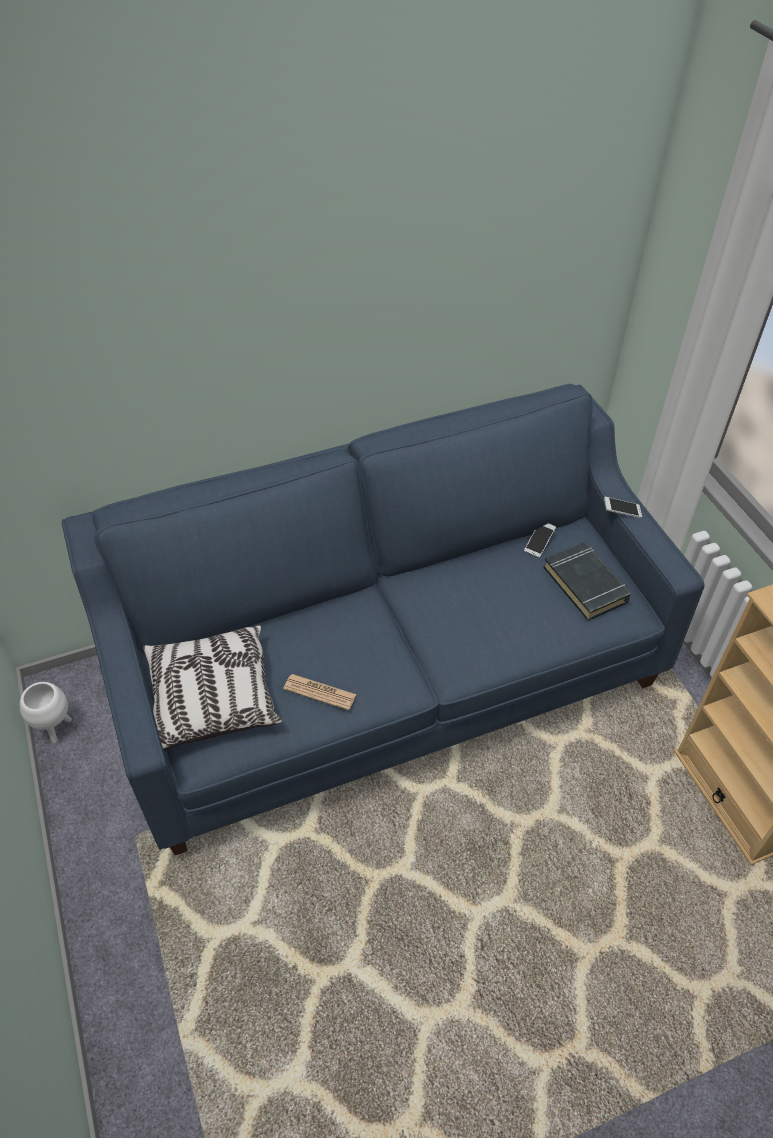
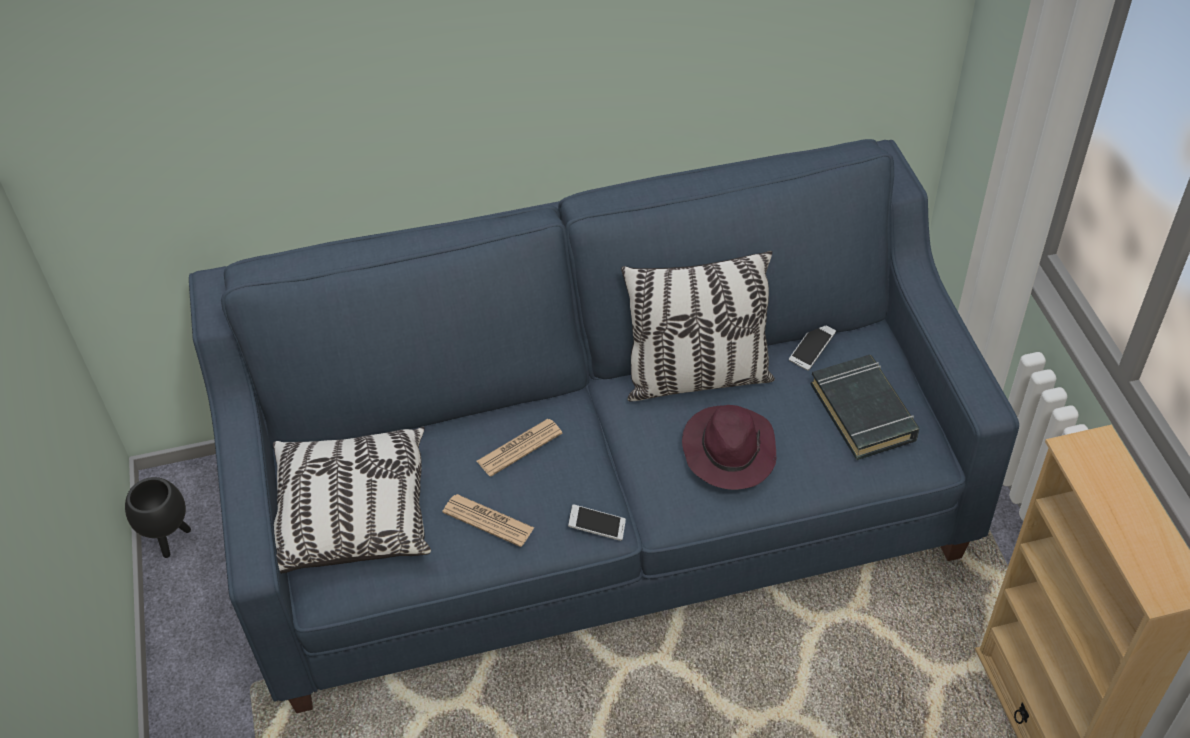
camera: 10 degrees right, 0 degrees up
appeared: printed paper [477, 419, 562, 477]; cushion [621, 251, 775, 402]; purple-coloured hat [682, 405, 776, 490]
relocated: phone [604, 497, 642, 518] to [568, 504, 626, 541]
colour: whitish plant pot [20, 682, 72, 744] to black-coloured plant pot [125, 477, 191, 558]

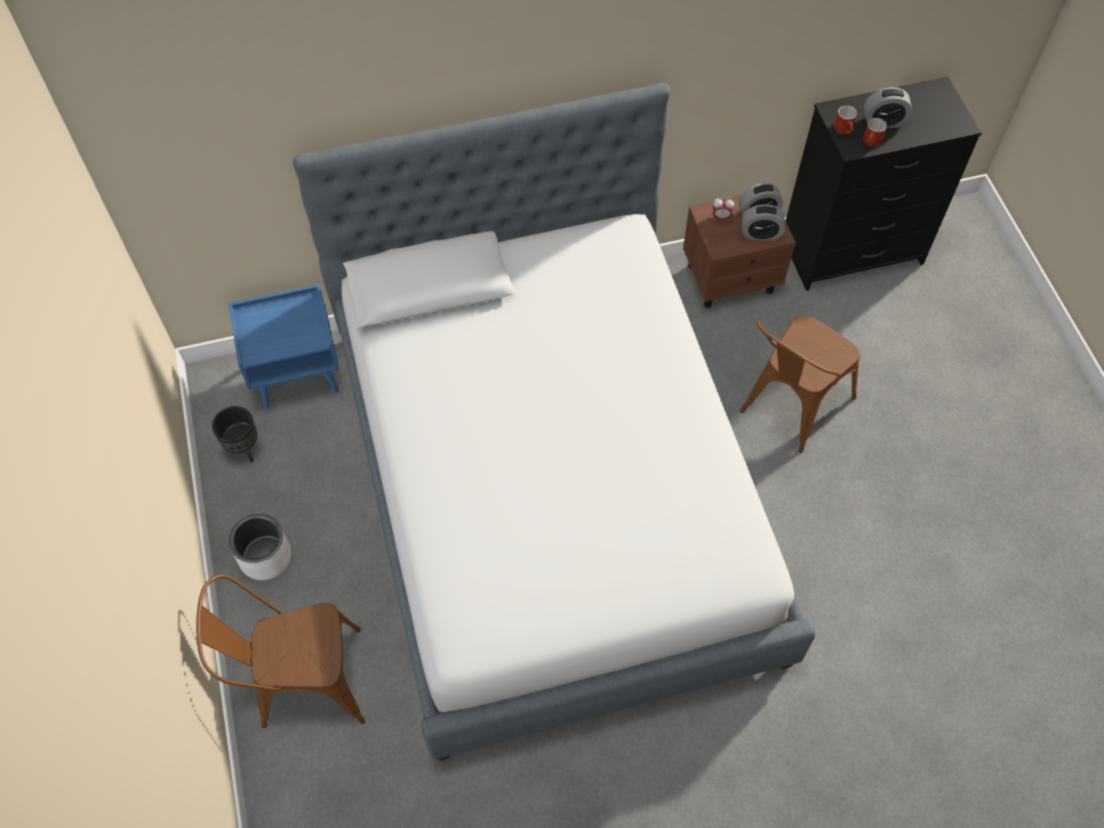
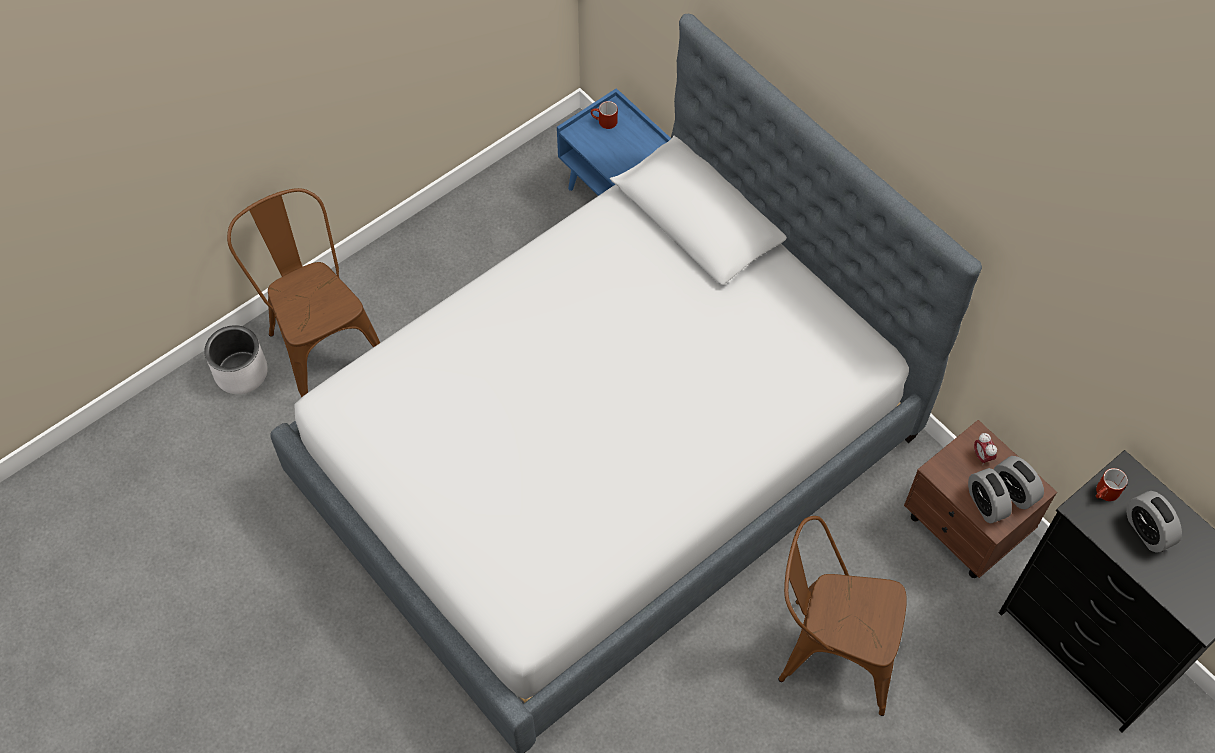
camera: 65 degrees right, 0 degrees up
missing: black-coloured plant pot [212, 406, 258, 463]
relocated: whitish plant pot [229, 514, 291, 580] to [204, 325, 268, 394]; red-coloured tea mug [863, 118, 887, 147] to [591, 101, 618, 129]

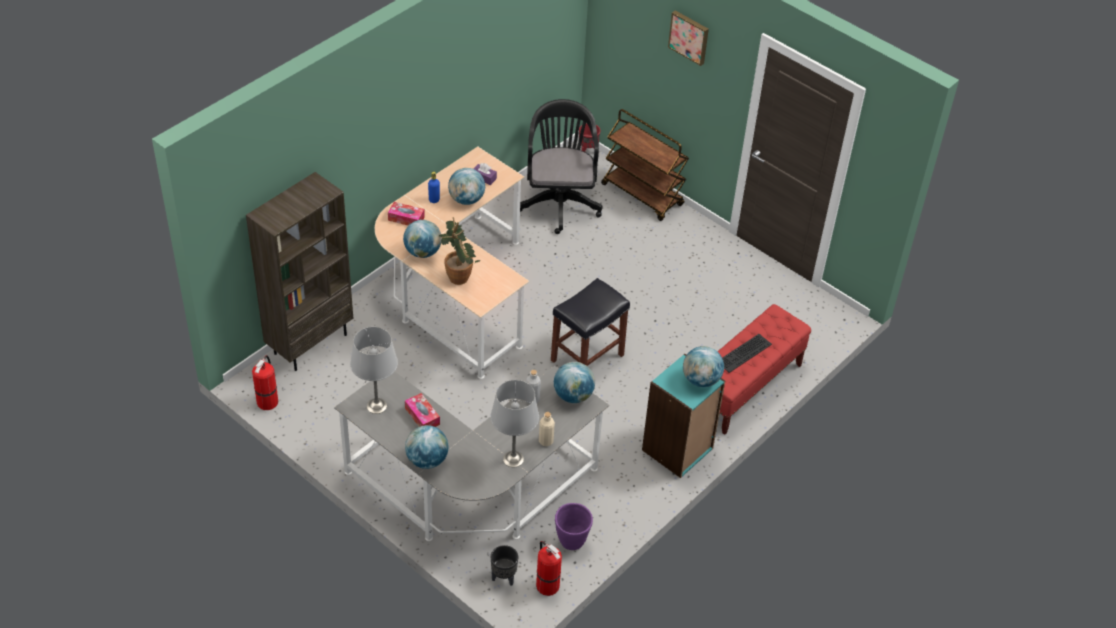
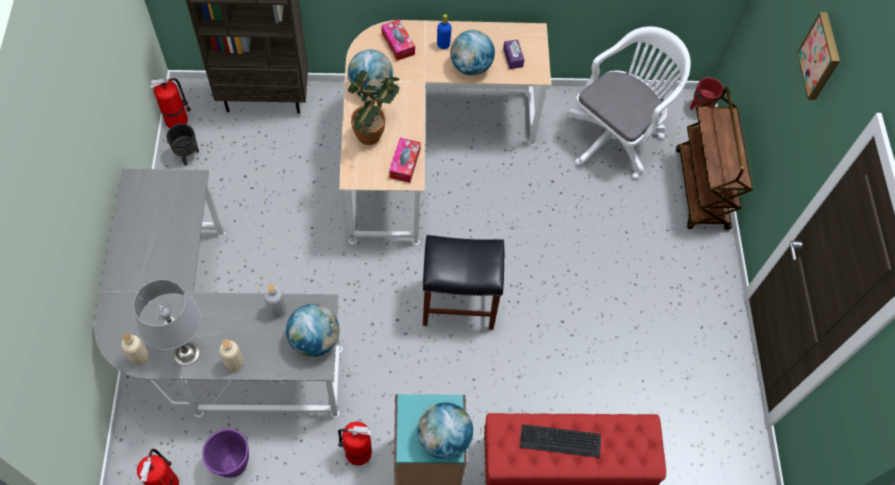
camera: 45 degrees right, 15 degrees up
missing: greyish lamp for a table [350, 327, 398, 414]; world globe [405, 425, 449, 469]
appeared: sand-coloured drink bottle [121, 333, 149, 366]; fire extinguisher [338, 421, 372, 466]
relocated: black-coloured plant pot [491, 545, 518, 586] to [166, 124, 199, 165]; tissue holder [405, 393, 440, 427] to [389, 138, 421, 183]
colour: black-coloured computer chair [520, 99, 603, 234] to whitish computer chair [568, 26, 691, 179]

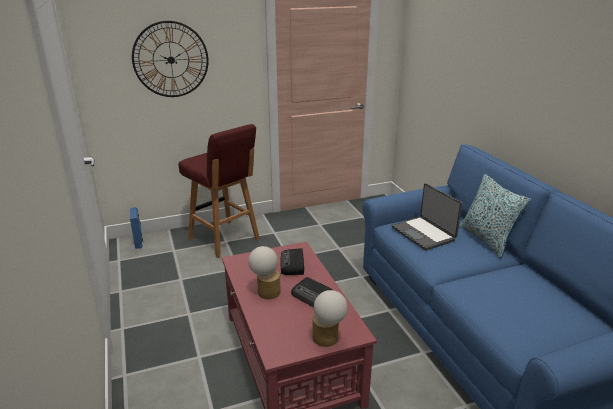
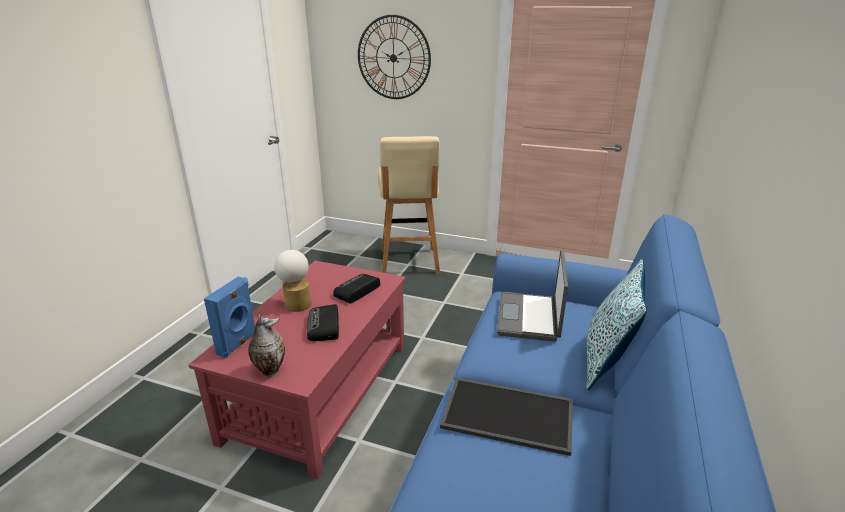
camera: 40 degrees right, 0 degrees up
appeared: carrying tray [440, 377, 573, 456]
relocated: blue-coloured loudspeaker [130, 207, 143, 249] to [204, 277, 255, 359]
exchanged: lamp for a table [312, 290, 348, 347] to vase [248, 310, 285, 376]
colour: red-coloured stool [178, 124, 260, 258] to sand-coloured stool [378, 136, 440, 274]

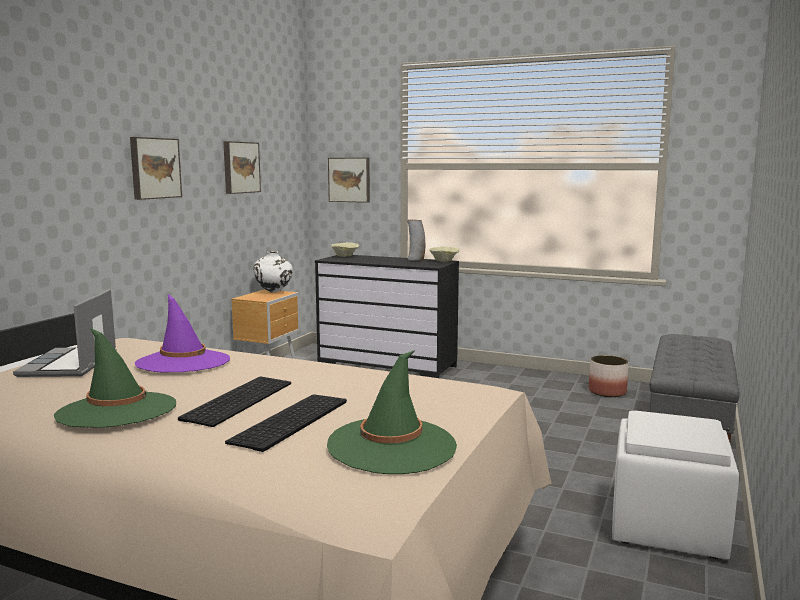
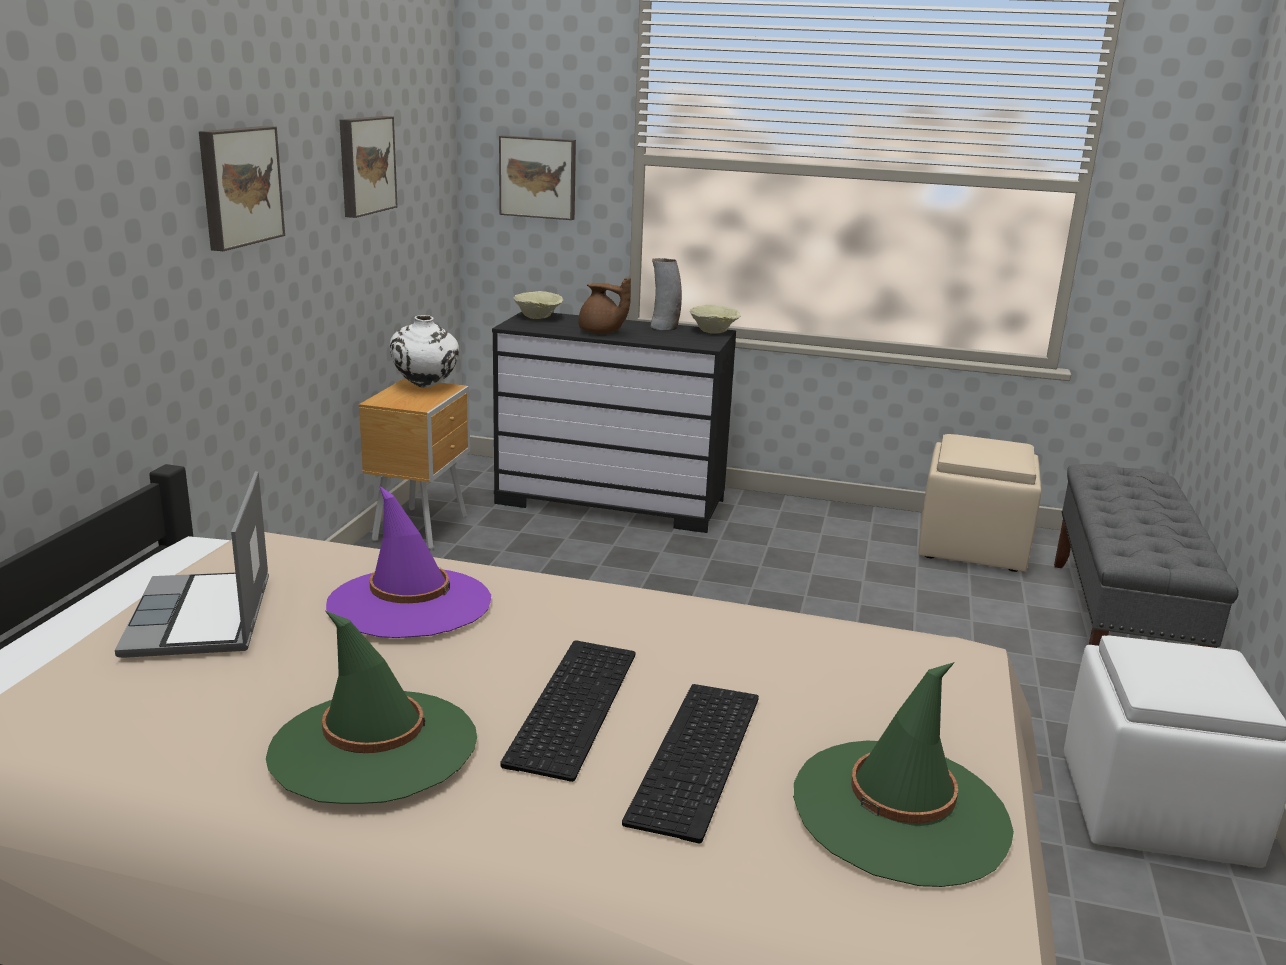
camera: 10 degrees left, 10 degrees up
appeared: brown-coloured pot for tea [578, 278, 631, 334]
exchanged: plant pot [589, 355, 629, 397] to sand-coloured ottoman [919, 434, 1041, 572]

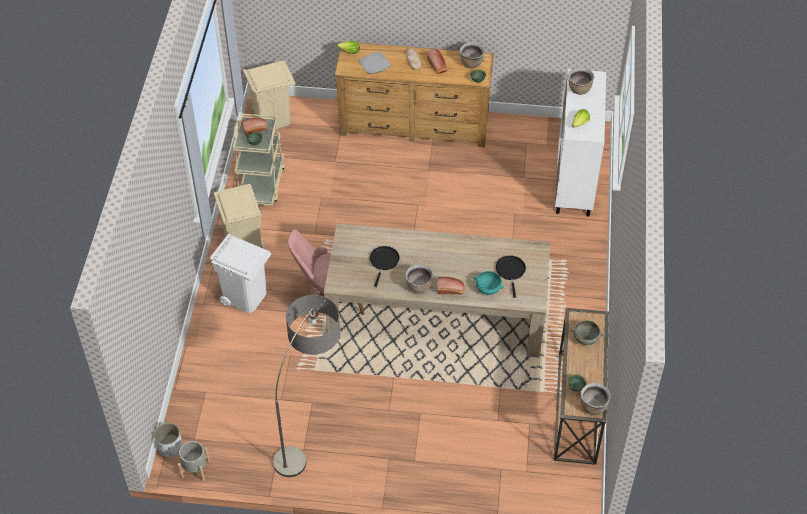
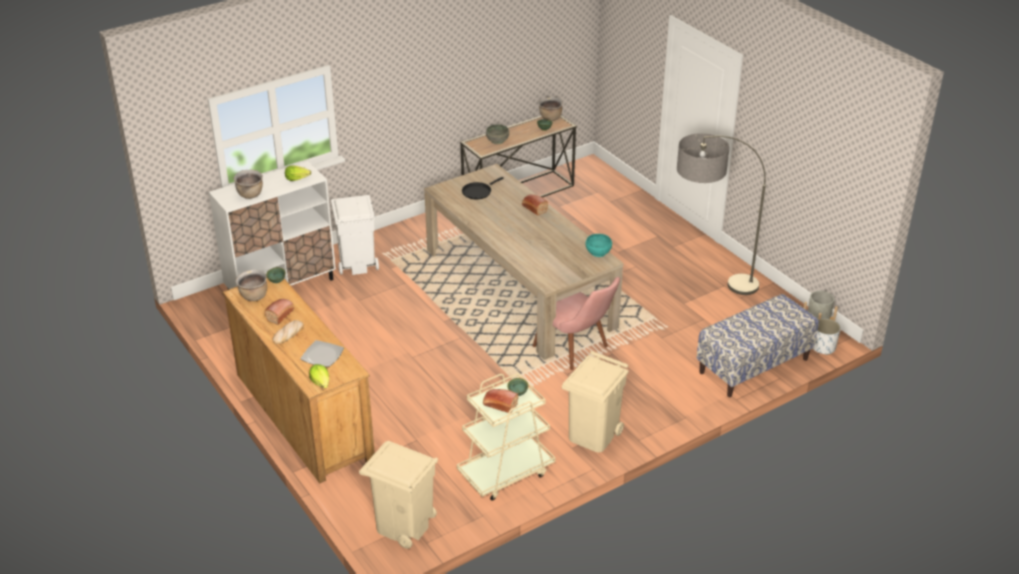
camera: 130 degrees left, 15 degrees down
missing: black-coloured frying pan [370, 246, 399, 287]; brown-coloured stockpot [405, 264, 433, 294]
appeared: indoor bench [697, 294, 819, 397]
relocated: whitish rubbish bin [210, 234, 271, 313] to [331, 195, 379, 275]; blue-green serving bowl [474, 271, 504, 295] to [585, 234, 612, 257]

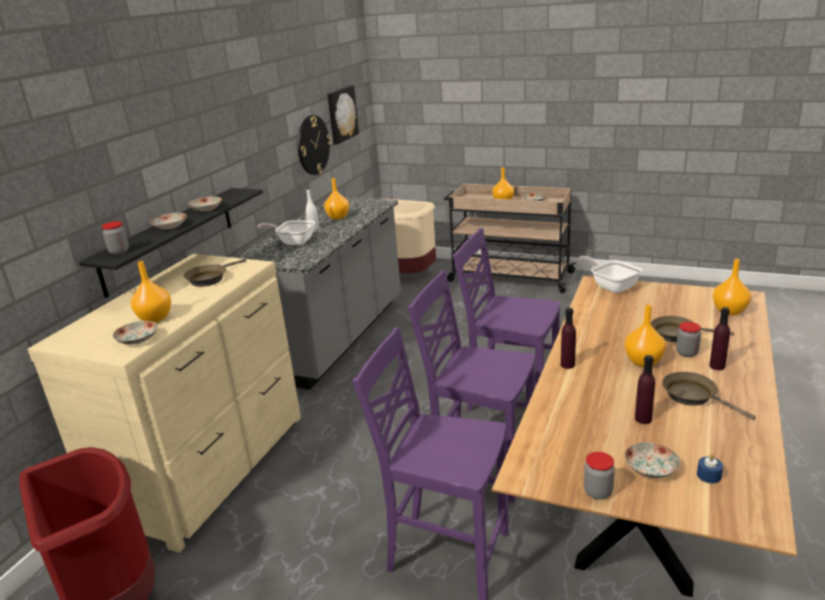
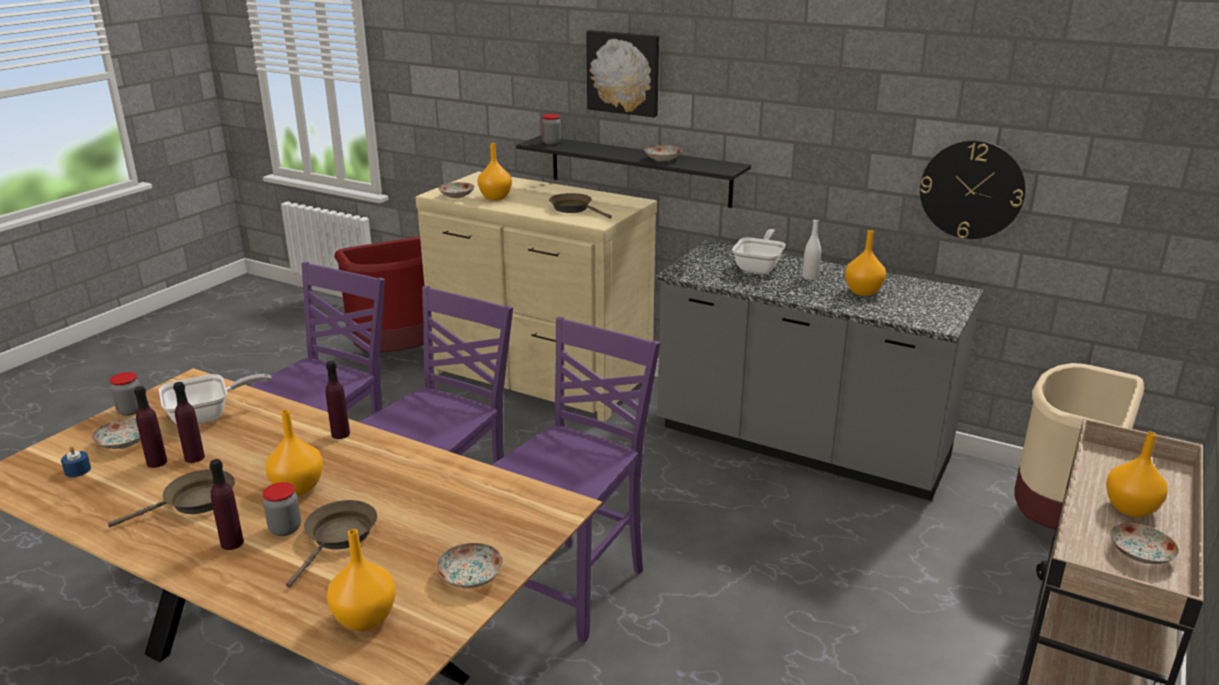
camera: 95 degrees right, 0 degrees up
appeared: purple-coloured drink bottle [134, 386, 167, 468]
relocated: frying pan [579, 256, 642, 293] to [159, 374, 271, 424]; plate [150, 213, 186, 229] to [436, 543, 503, 588]; picture [327, 85, 359, 145] to [586, 30, 659, 117]

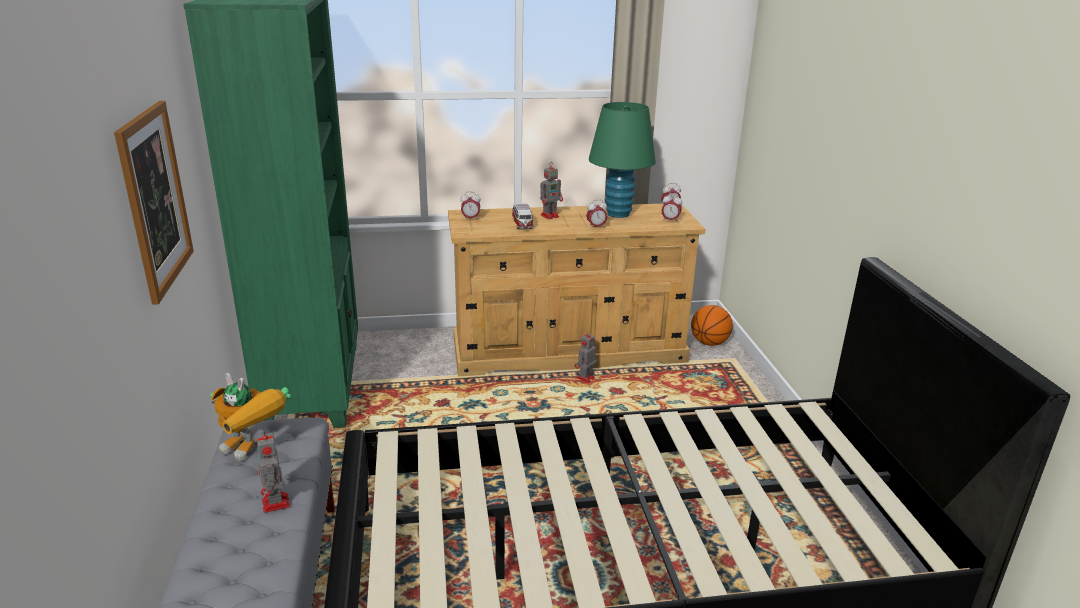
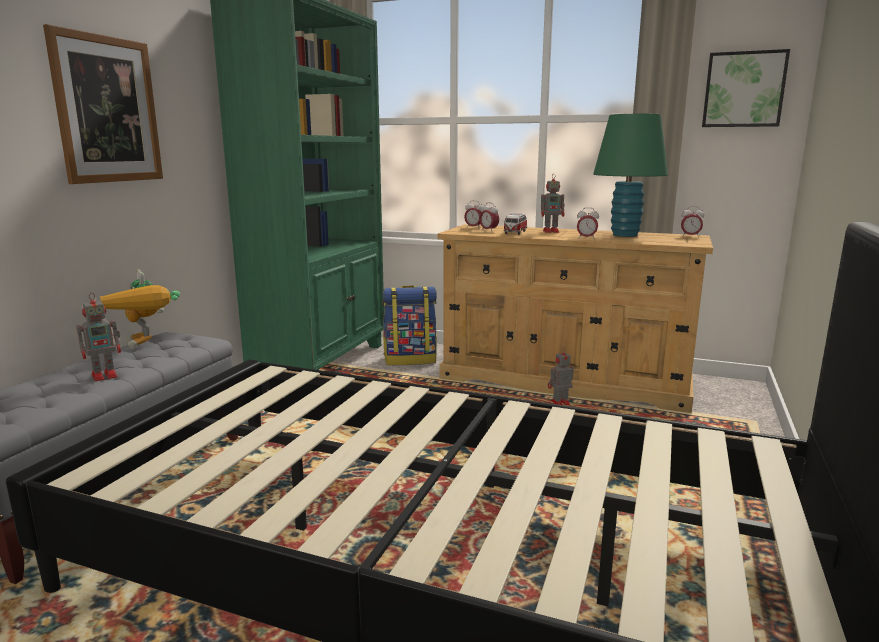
camera: 30 degrees right, 10 degrees down
missing: basketball [691, 305, 733, 346]
appeared: knapsack [382, 285, 437, 365]; picture [702, 49, 790, 127]
relocated: alarm clock [661, 194, 682, 223] to [480, 202, 499, 231]
spun: robot figure [257, 428, 290, 513] = [76, 293, 121, 381] 135 degrees counterclockwise

